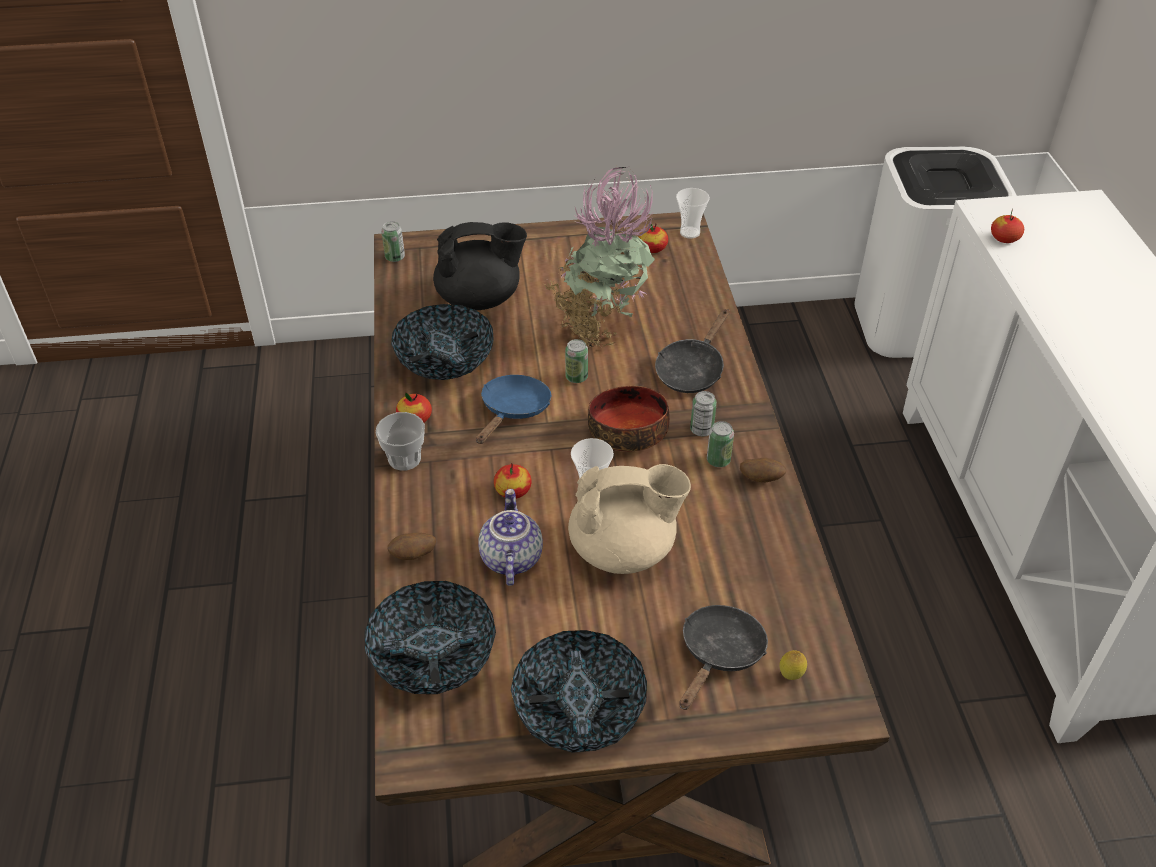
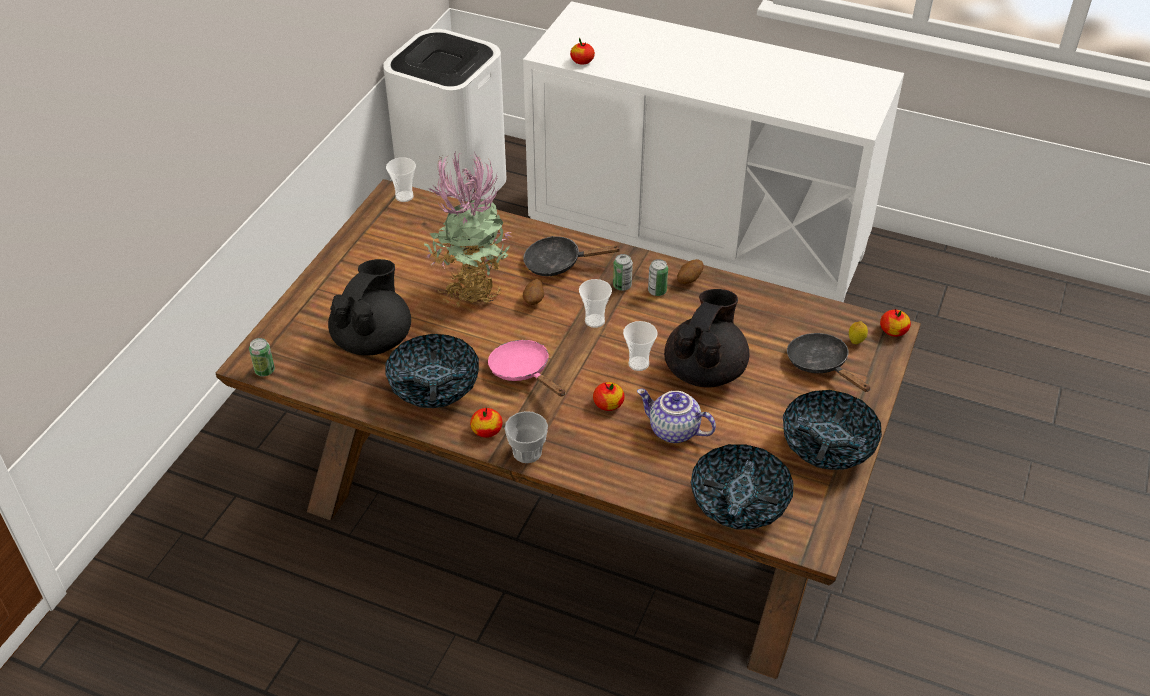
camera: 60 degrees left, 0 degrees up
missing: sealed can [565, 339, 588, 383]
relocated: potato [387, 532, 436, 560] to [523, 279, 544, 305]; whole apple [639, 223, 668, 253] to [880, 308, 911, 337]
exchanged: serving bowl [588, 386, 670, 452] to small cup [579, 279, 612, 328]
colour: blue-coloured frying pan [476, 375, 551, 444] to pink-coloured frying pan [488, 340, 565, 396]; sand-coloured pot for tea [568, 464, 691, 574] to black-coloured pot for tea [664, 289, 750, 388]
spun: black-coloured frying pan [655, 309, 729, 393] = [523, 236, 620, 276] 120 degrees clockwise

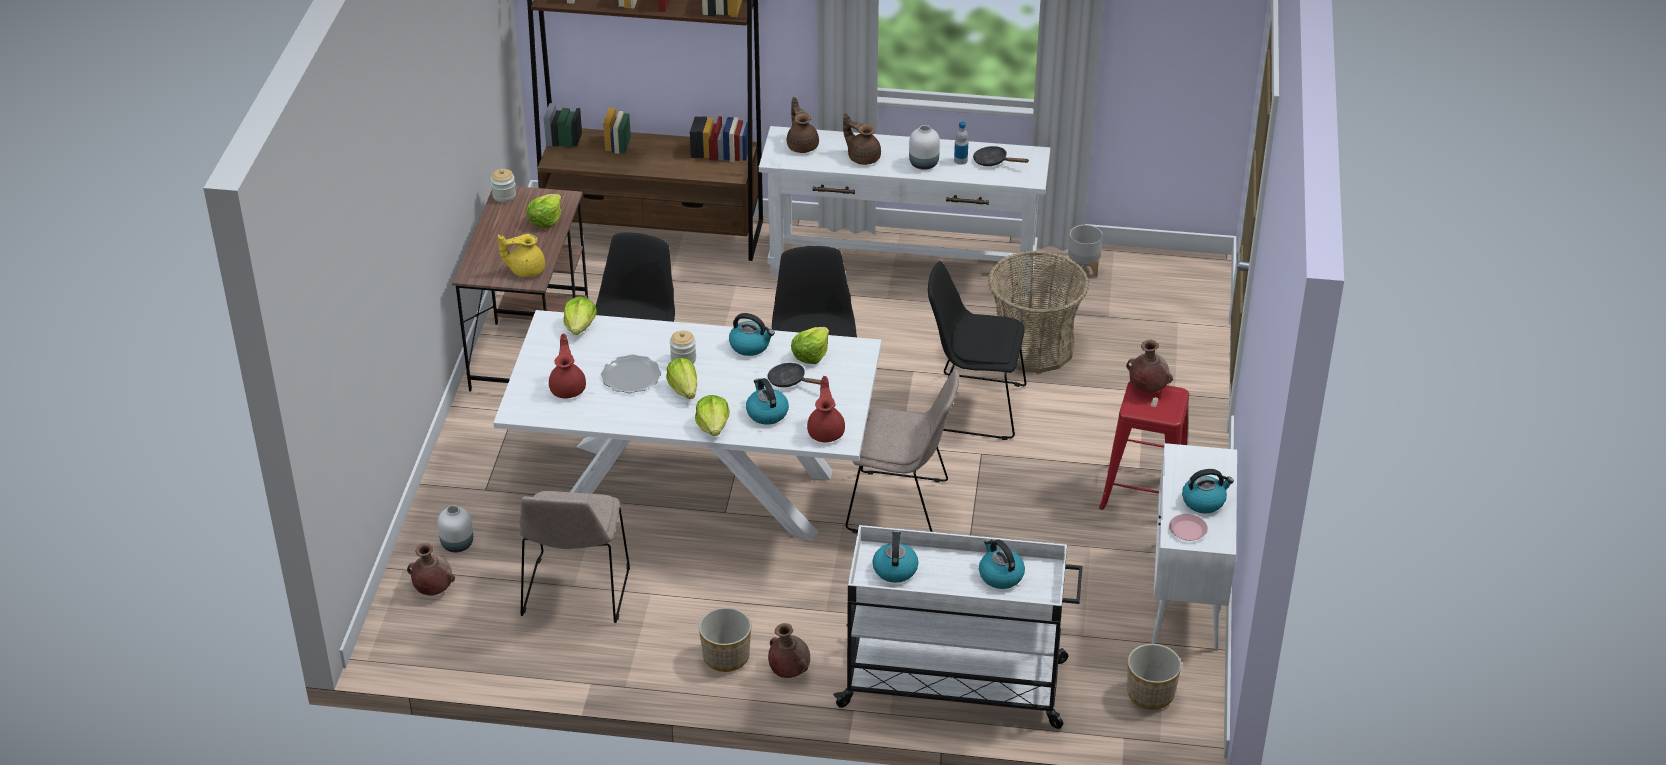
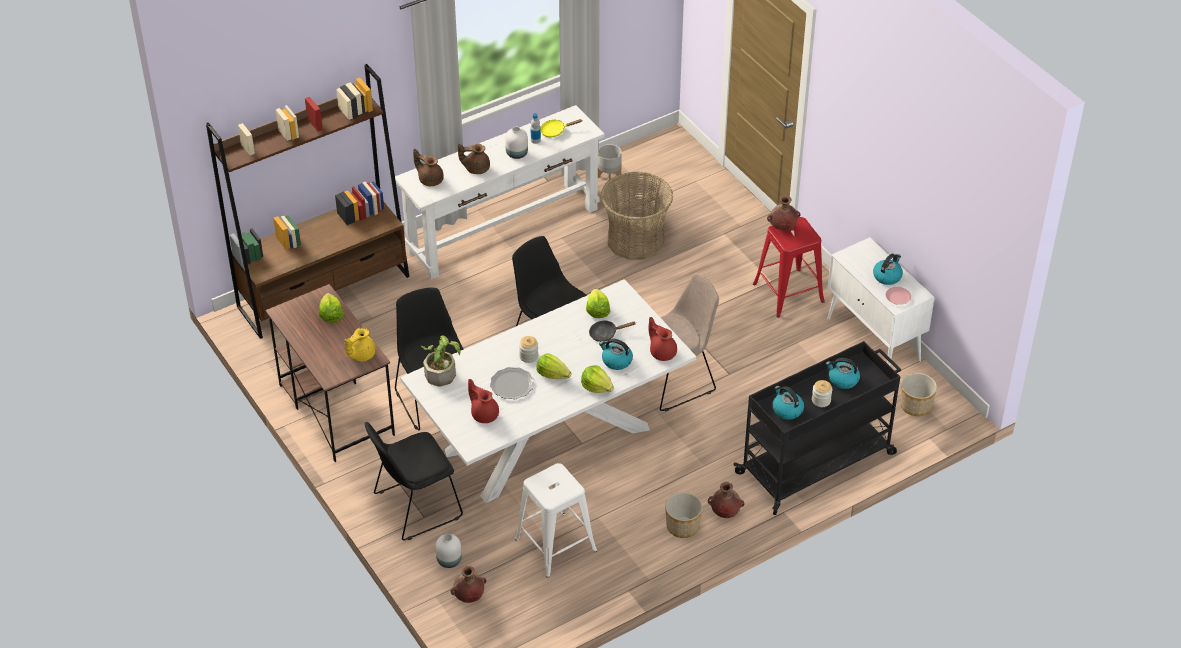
camera: 40 degrees left, 5 degrees up
missing: kettle [729, 313, 775, 356]
relocated: black-coloured chair [928, 261, 1026, 440] to [365, 422, 463, 540]; jar [491, 169, 516, 202] to [812, 380, 832, 407]
exchanged: lettuce [563, 296, 597, 335] to potted plant [421, 335, 460, 387]; sand-coloured chair [519, 491, 630, 623] to whitish stool [515, 463, 597, 578]
colour: black-coloured frying pan [973, 146, 1028, 166] to yellow-coloured frying pan [540, 119, 582, 137]; whitish wheeled cart [833, 525, 1083, 729] to black-coloured wheeled cart [734, 341, 901, 515]

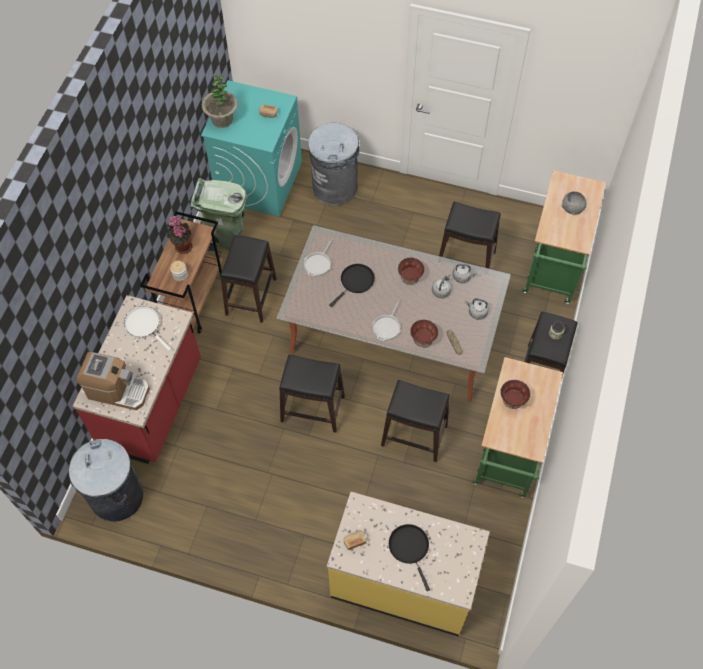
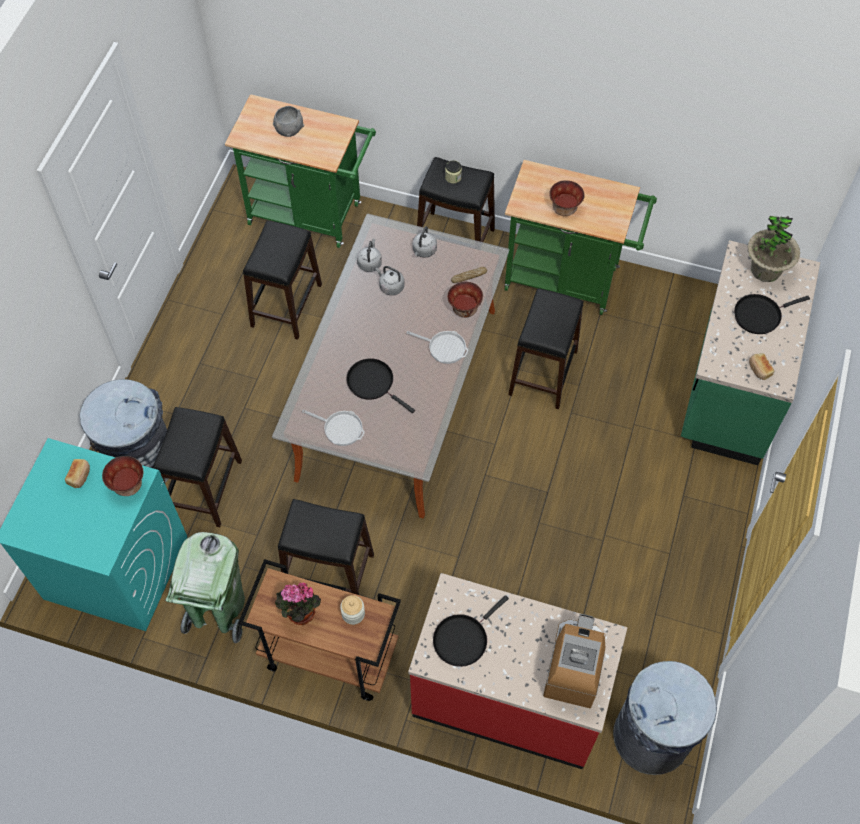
camera: 90 degrees left, 0 degrees up
relocated: serving bowl [398, 258, 425, 285] to [102, 456, 143, 496]; black-coloured stool [279, 355, 345, 433] to [153, 407, 242, 527]; potted plant [202, 75, 238, 128] to [748, 216, 800, 282]
colour: whitish frying pan [124, 306, 171, 351] to black-coloured frying pan [433, 595, 509, 667]; yellow-coloured kitchen base unit [327, 492, 490, 636] to greenish kitchen base unit [681, 240, 820, 465]

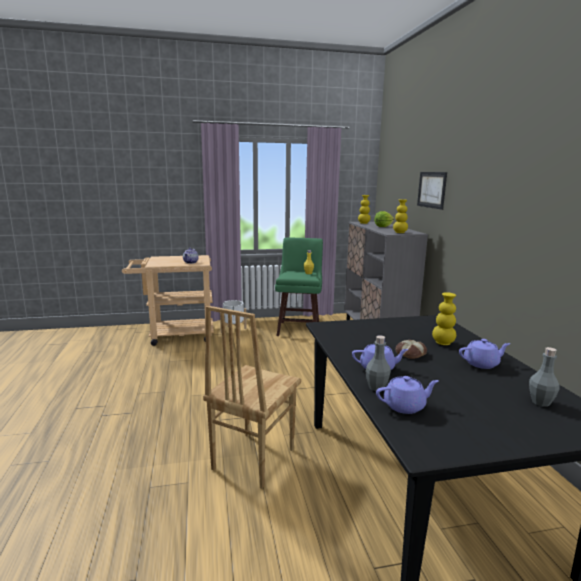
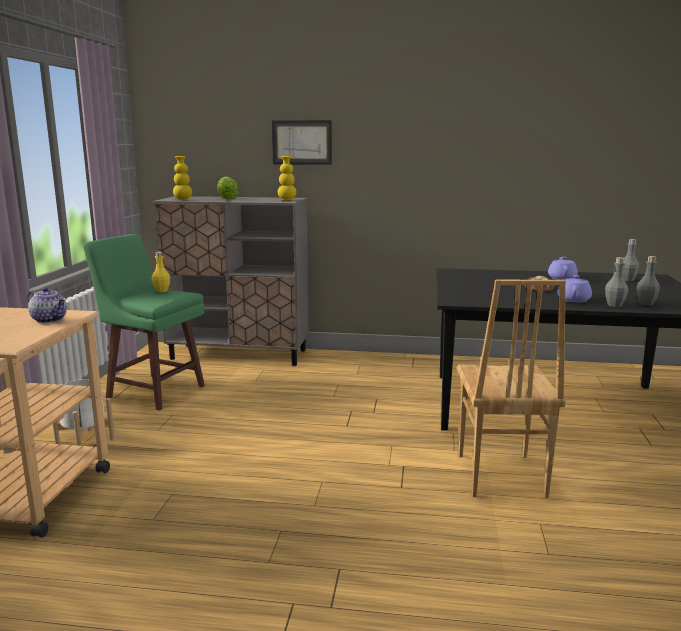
camera: 70 degrees left, 0 degrees up
missing: yellow-coloured vase [432, 292, 456, 345]
exchanged: purple-coloured pot for tea [376, 376, 439, 414] to greyish drink bottle [637, 256, 660, 305]
spun: brown-coloured chair [203, 306, 301, 489] = [457, 280, 566, 498] 45 degrees clockwise

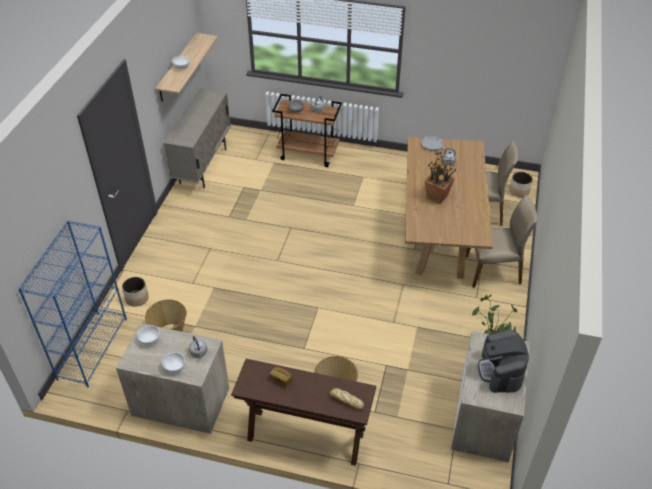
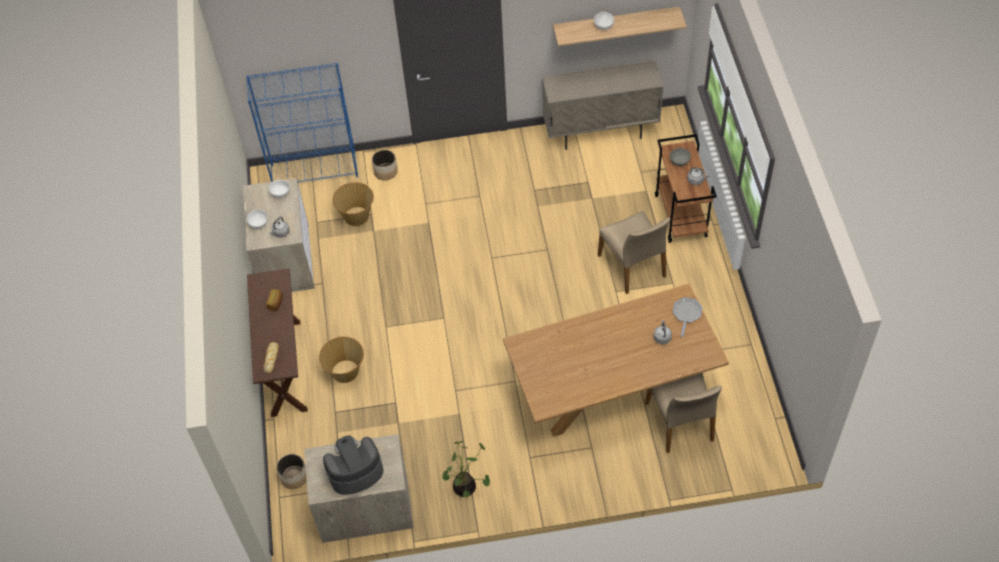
camera: 70 degrees right, 10 degrees up
missing: potted plant [424, 152, 456, 204]
relocated: plant pot [509, 172, 533, 197] to [276, 454, 307, 489]; sand-coloured chair [466, 195, 538, 288] to [598, 211, 670, 294]

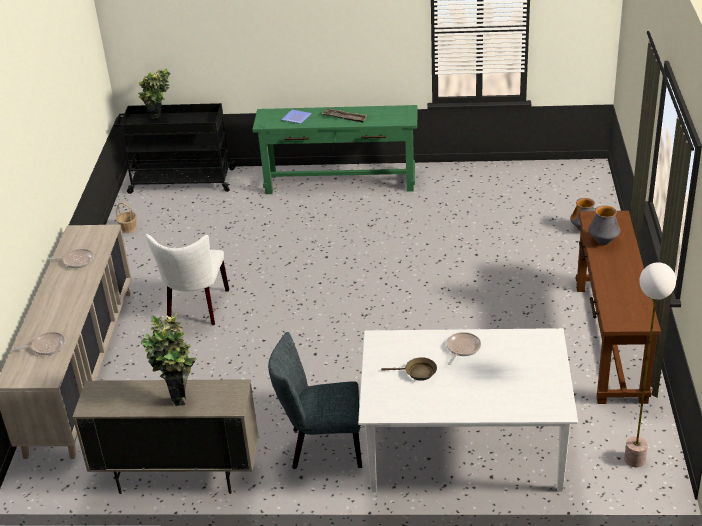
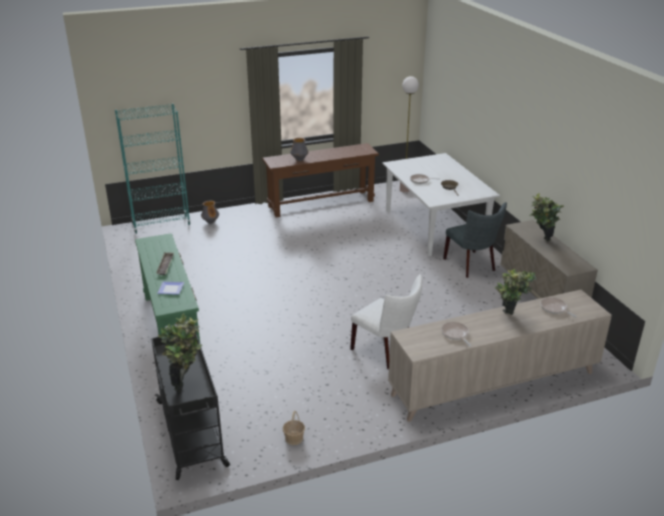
camera: 115 degrees left, 5 degrees down
appeared: blue-green bookshelf [115, 103, 191, 234]; potted plant [495, 269, 536, 315]
spun: whitish chair [145, 234, 229, 325] = [350, 274, 422, 369] 60 degrees clockwise

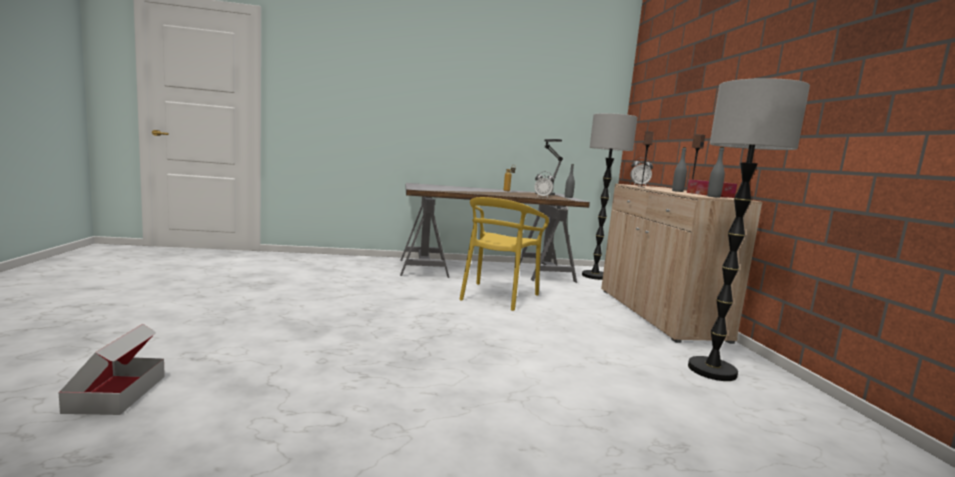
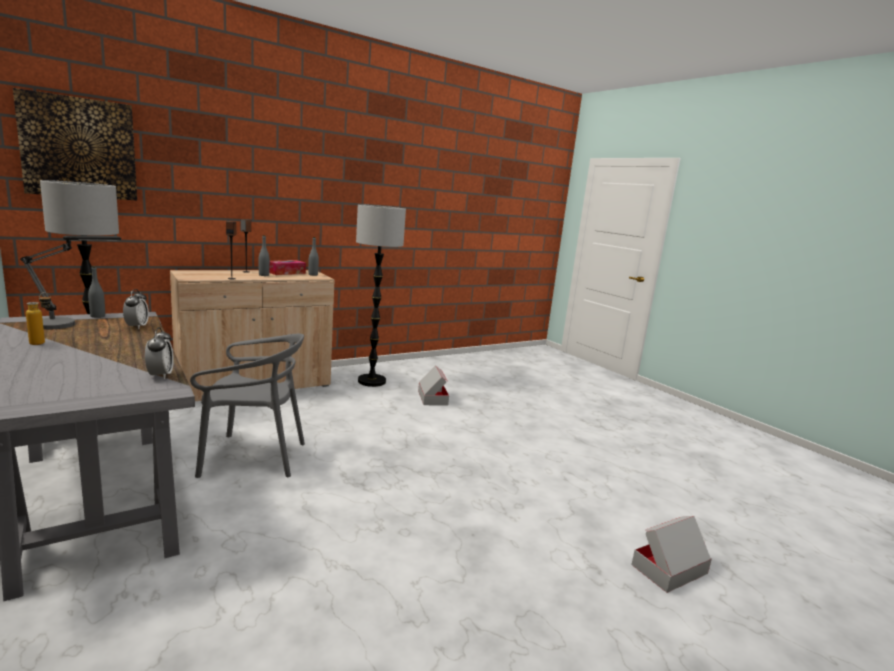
camera: 115 degrees left, 5 degrees up
appeared: picture [13, 88, 137, 200]; carton [418, 365, 449, 406]
relocated: alarm clock [630, 158, 653, 186] to [145, 327, 174, 379]
colour: yellow-coloured chair [459, 197, 549, 311] to greyish chair [190, 334, 305, 478]

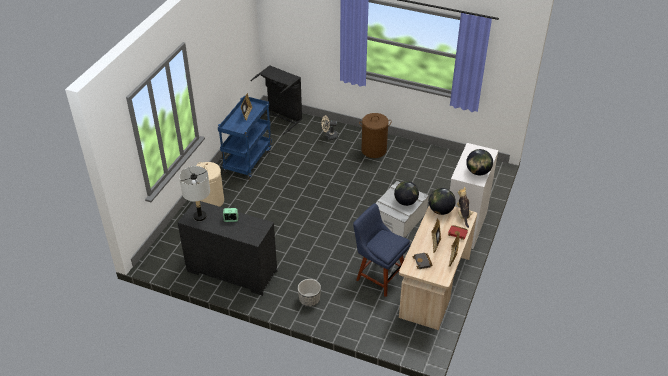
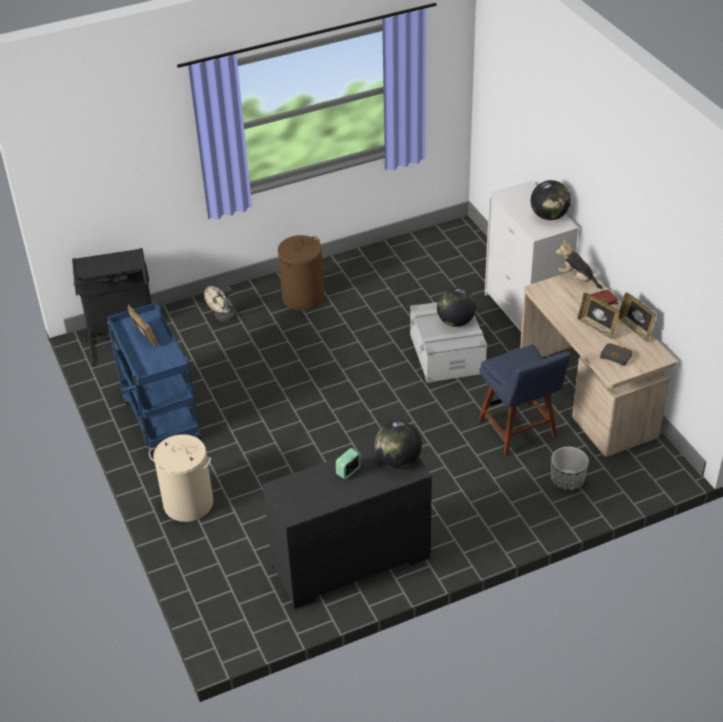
camera: 45 degrees left, 0 degrees up
missing: greyish lamp for a table [179, 166, 210, 221]
relocated: world globe [429, 188, 456, 215] to [374, 421, 422, 468]; plant pot [298, 279, 321, 307] to [551, 447, 589, 491]
spun: blue-coloured chair [353, 203, 410, 297] = [478, 345, 571, 456] 105 degrees counterclockwise

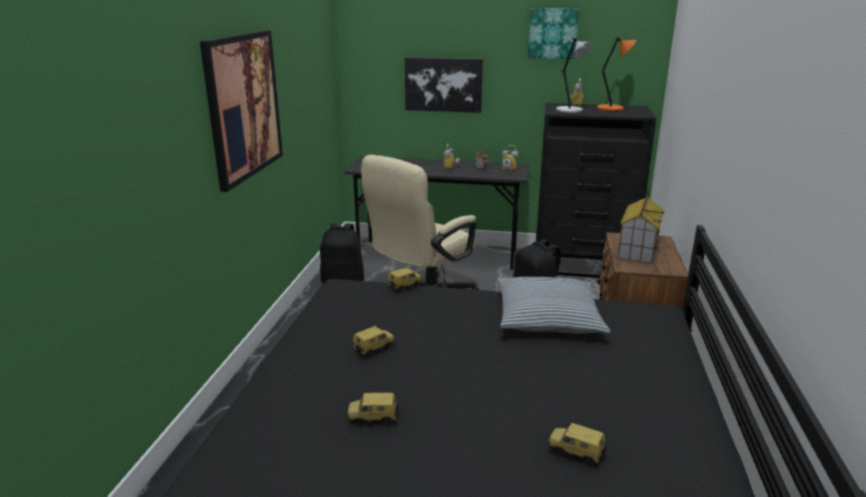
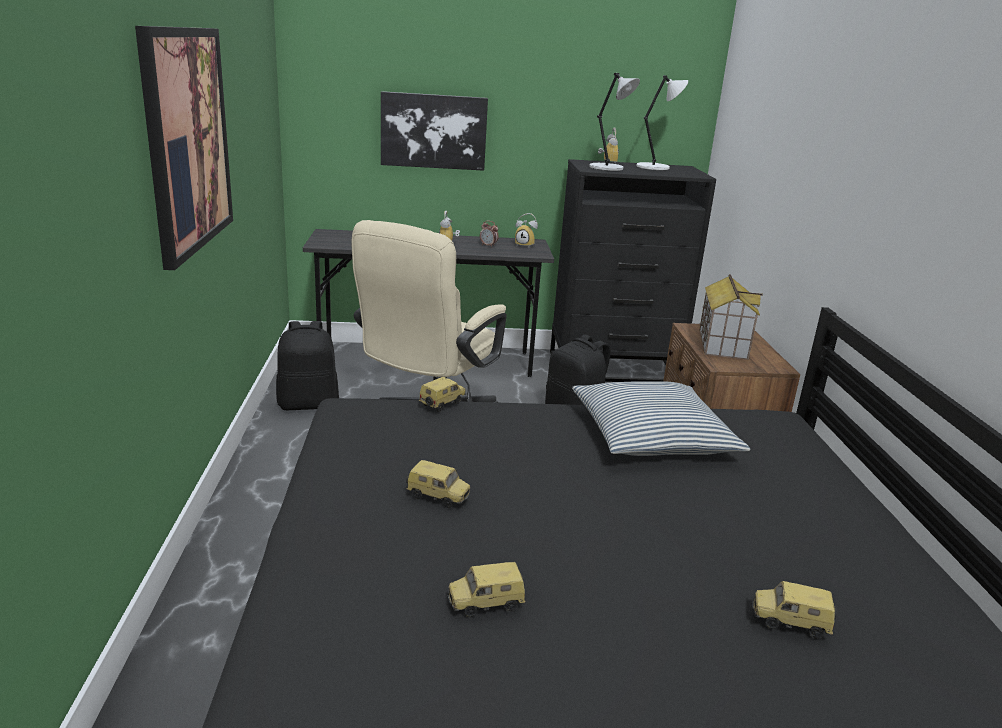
camera: 15 degrees left, 0 degrees up
missing: picture [528, 8, 579, 59]
colour: orangey lamp for a table [597, 37, 637, 111] to whitish lamp for a table [636, 75, 688, 170]
spun: model car [352, 326, 395, 357] = [406, 460, 471, 508] 75 degrees clockwise

